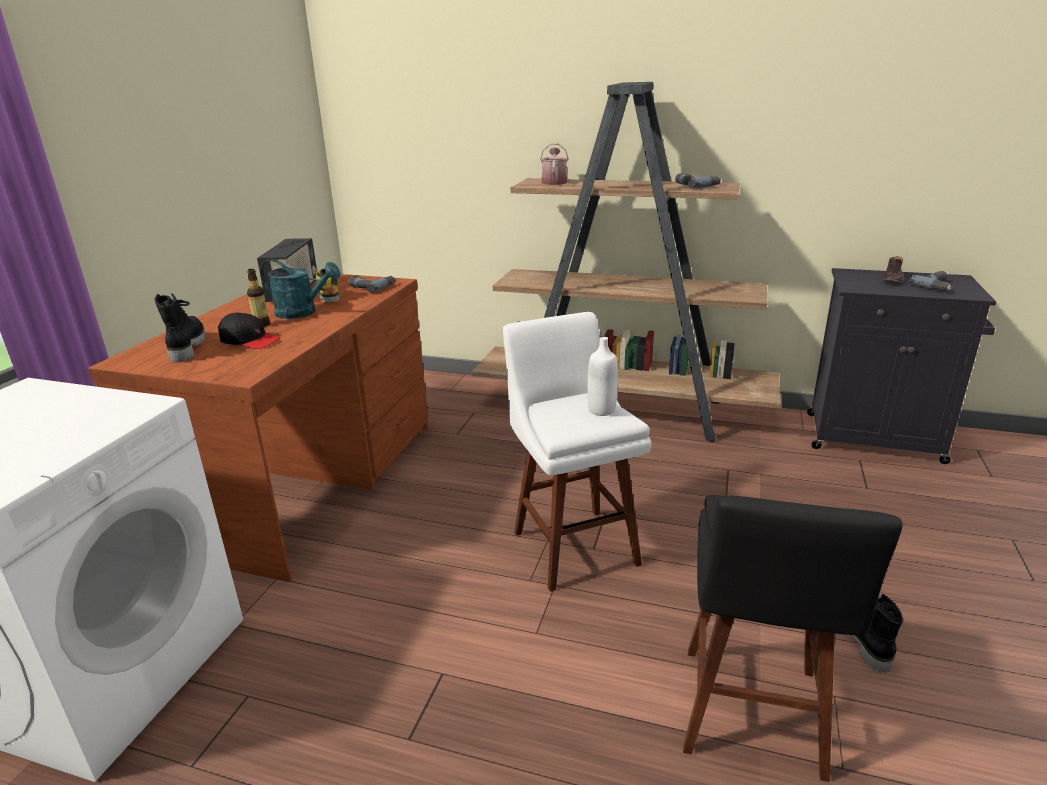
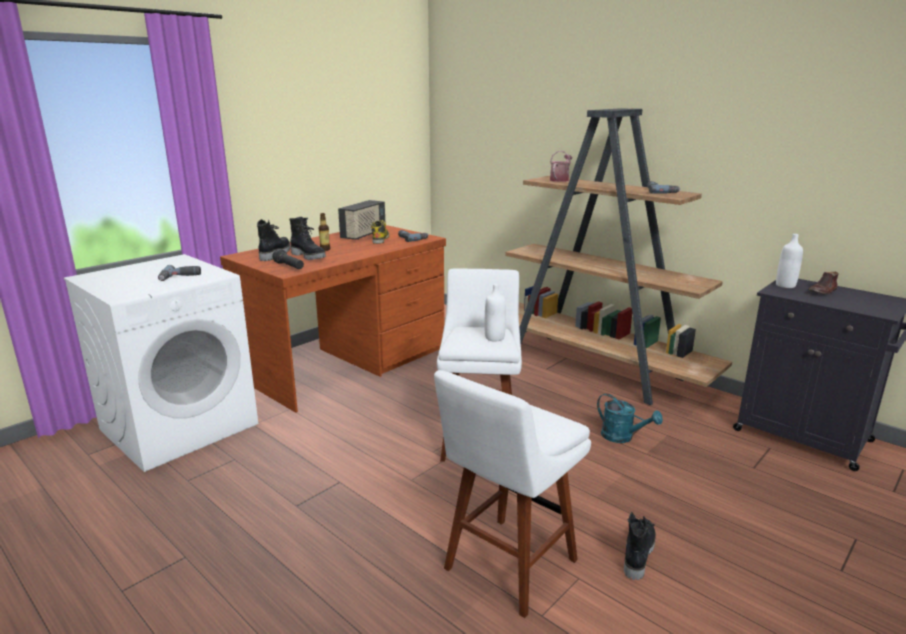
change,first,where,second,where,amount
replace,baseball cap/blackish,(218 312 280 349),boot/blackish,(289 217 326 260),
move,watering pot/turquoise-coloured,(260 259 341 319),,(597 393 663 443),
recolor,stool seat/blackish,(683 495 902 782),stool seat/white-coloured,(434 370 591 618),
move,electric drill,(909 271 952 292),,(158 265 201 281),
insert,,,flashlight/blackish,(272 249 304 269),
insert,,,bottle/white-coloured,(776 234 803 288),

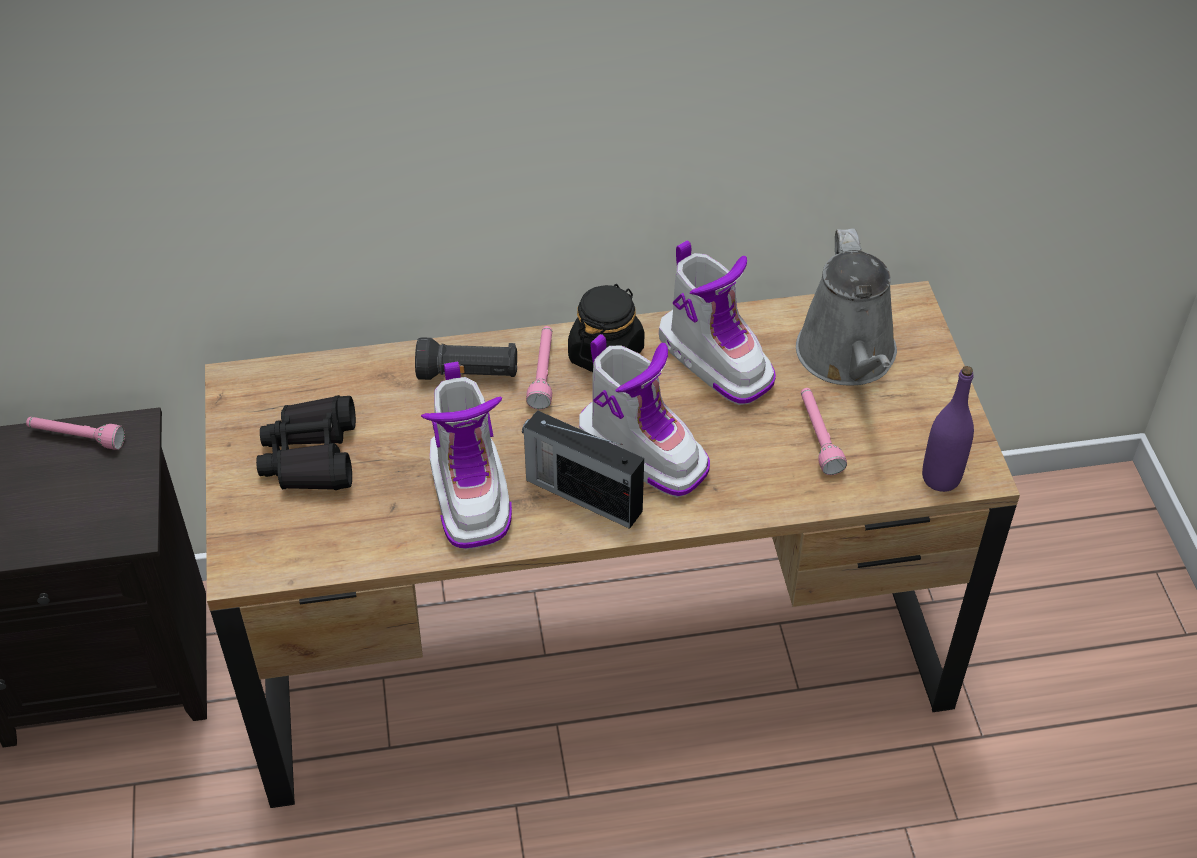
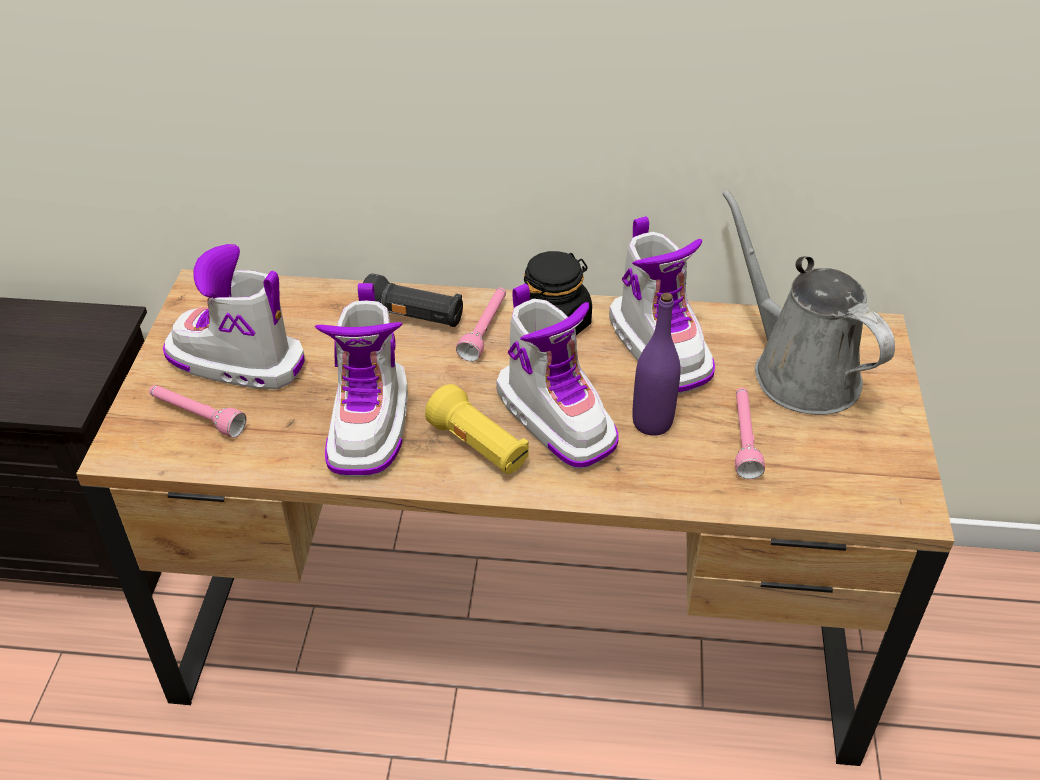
change,first,where,second,where,amount
move,flashlight/pink,(26 417 125 450),,(149 385 247 438),
replace,field glasses/blackish,(256 395 356 490),boot,(163 244 305 389),
replace,radio set,(522 410 644 529),flashlight/yellow-coloured,(425 384 529 474),
rotate,watering pot/gray,(796 228 897 385),,(722 190 895 415),135 degrees clockwise
move,bottle/purple,(922 366 974 492),,(632 293 680 436),

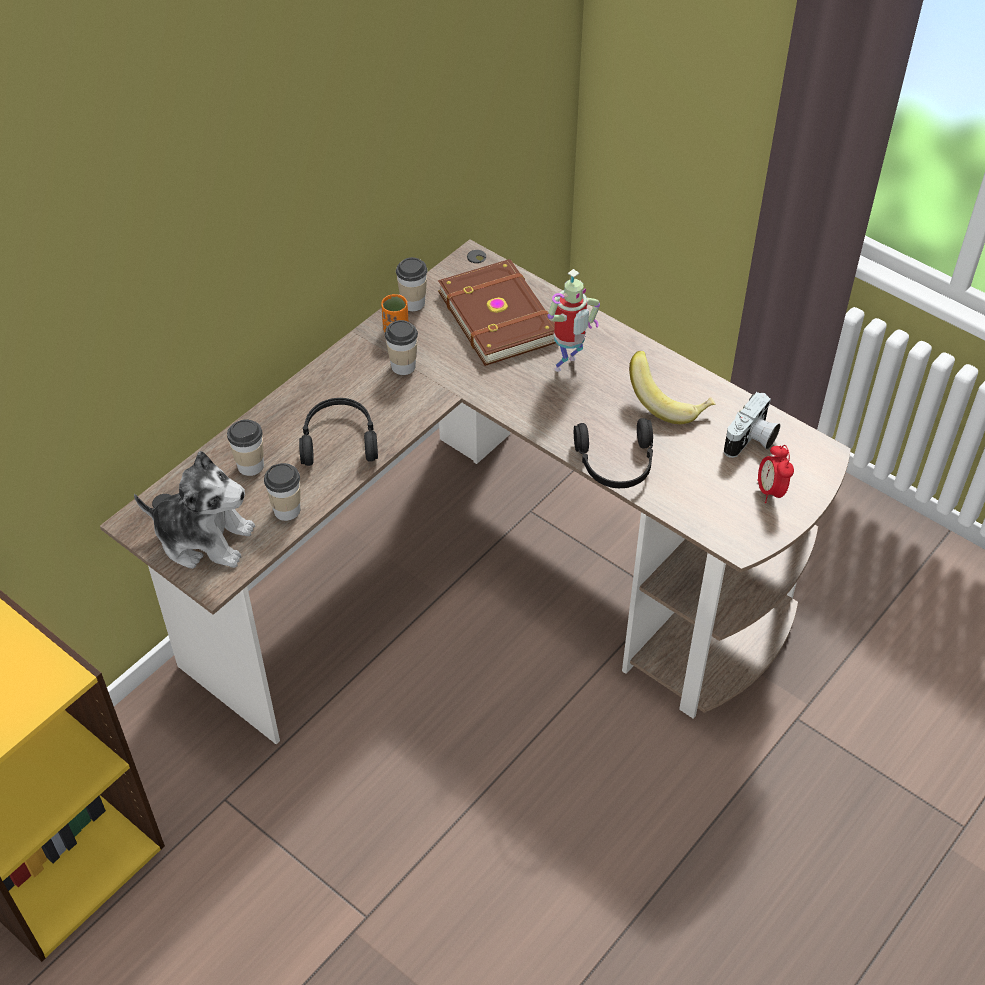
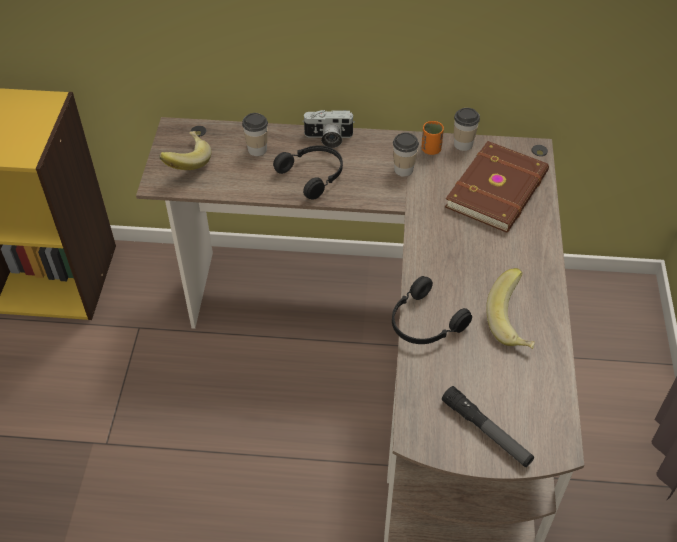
change,first,where,second,where,amount
replace,soft toy,(134 451 255 569),banana,(159 131 211 170),
delete,drinking cup,(264 463 301 521),,,
delete,toy robot,(547 269 600 372),,,
move,still camera,(724 392 780 458),,(302 110 355 148),
replace,table clock,(757 445 794 503),flashlight,(442 386 534 467),

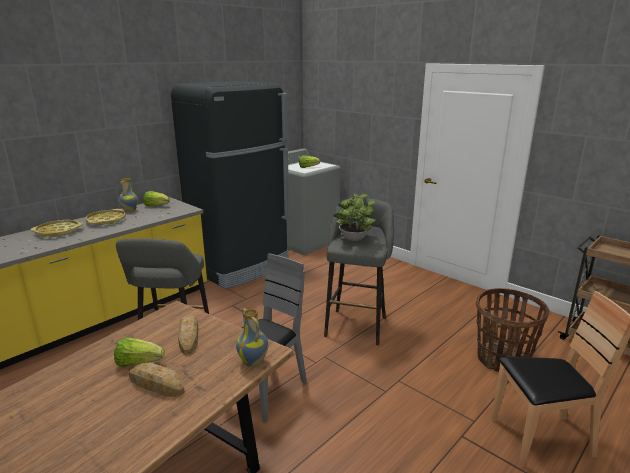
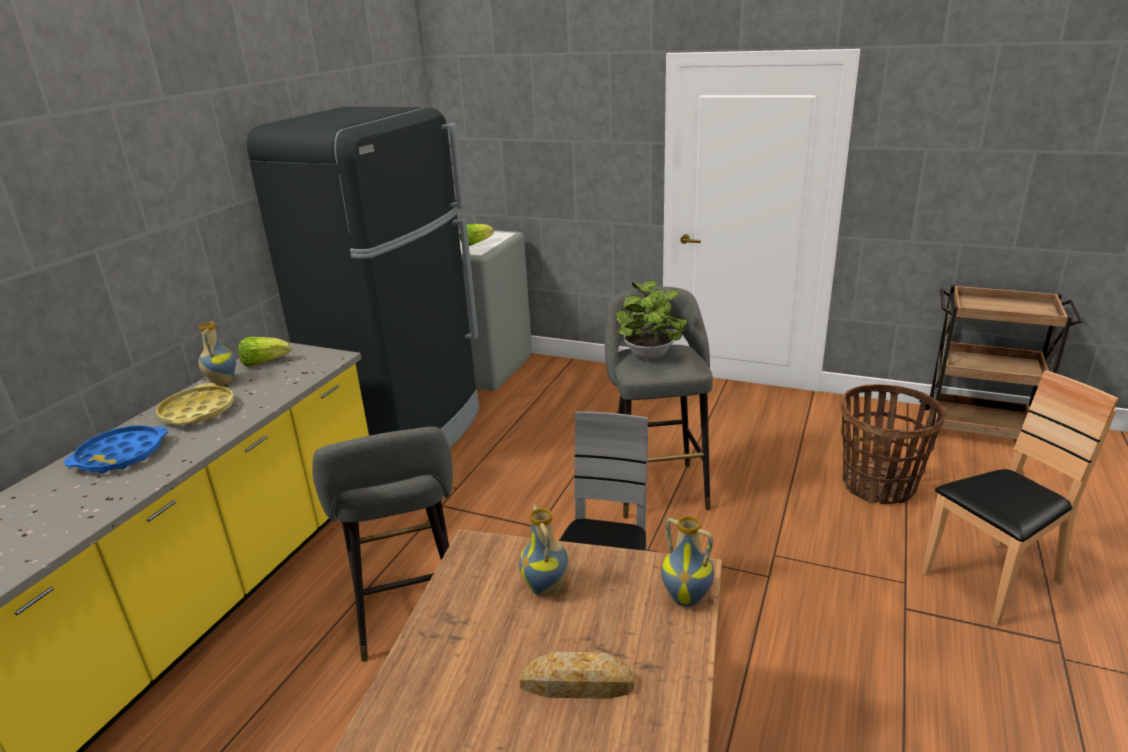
change,first,where,second,where,amount
recolor,tray/yellow-coloured,(30 220 83 237),tray/blue,(64 425 168 473),
delete,lettuce head,(114 337 165 367),,,
replace,bakery bread,(178 316 198 355),flower vase,(519 504 570 597),

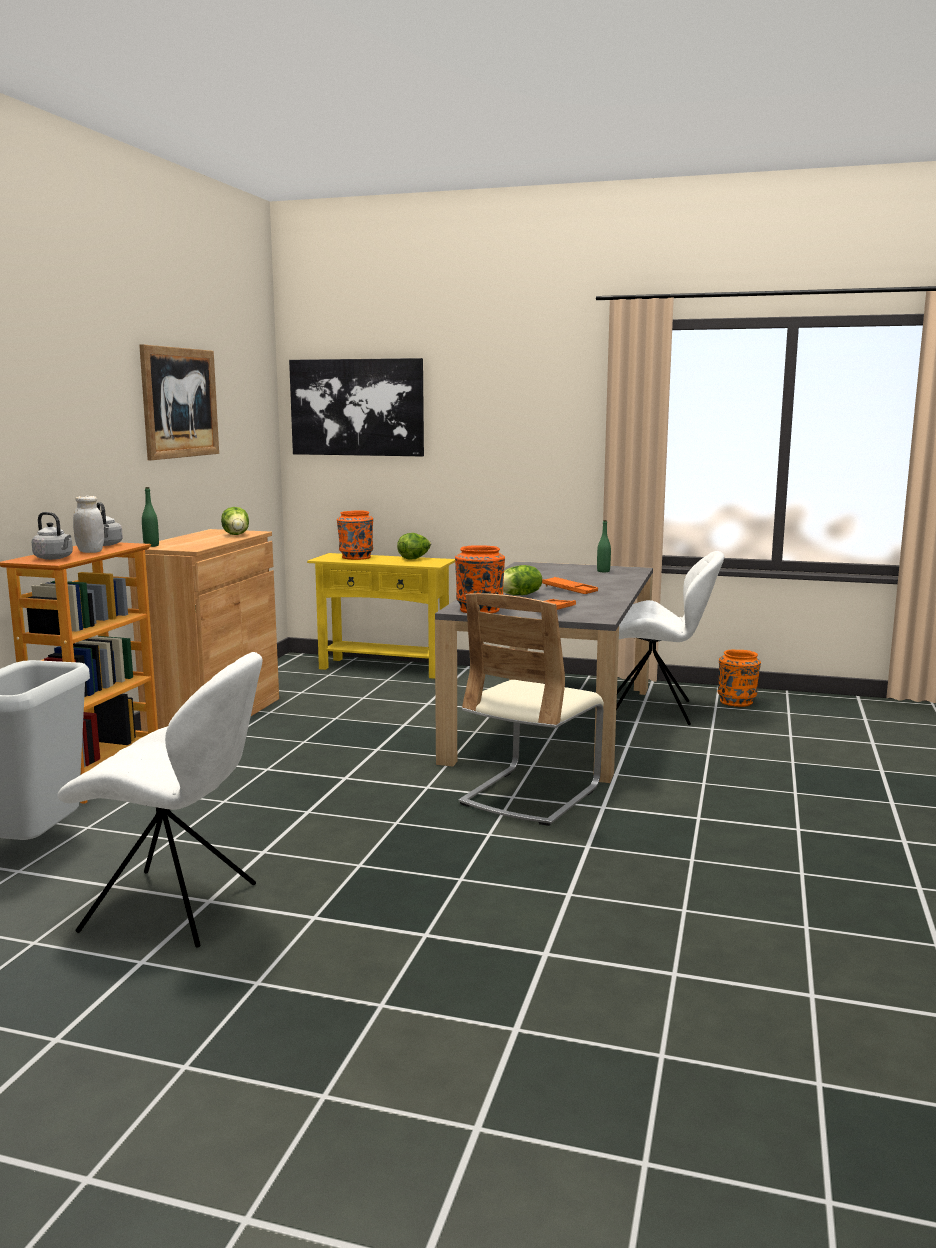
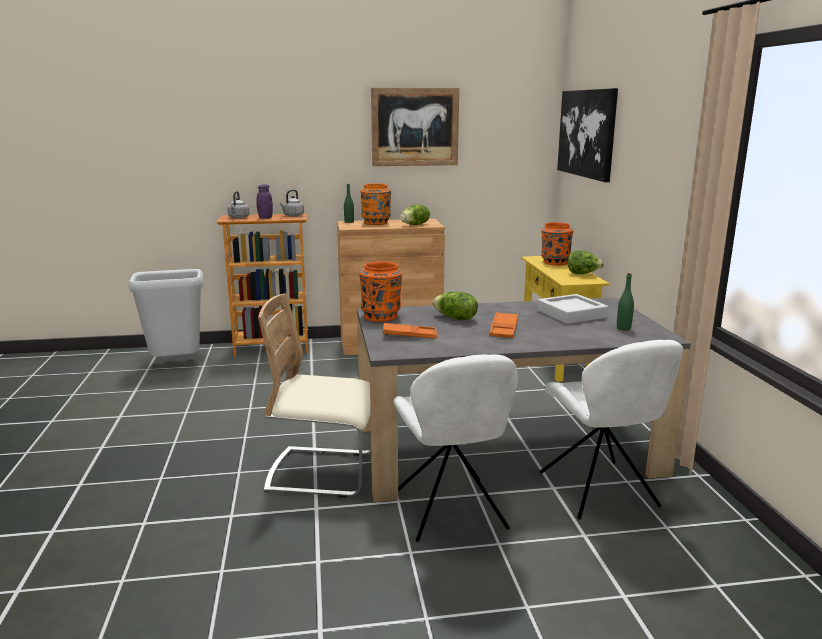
change,first,where,second,where,amount
move,plain chair/white-coloured,(57 652 263 948),,(393 354 518 542),
recolor,storage jar/white-coloured,(73 496 104 553),storage jar/purple,(256 185 273 219),
move,flower vase/orange,(718 650 761 707),,(360 183 391 225),
insert,,,tray/gray,(537 294 608 324),

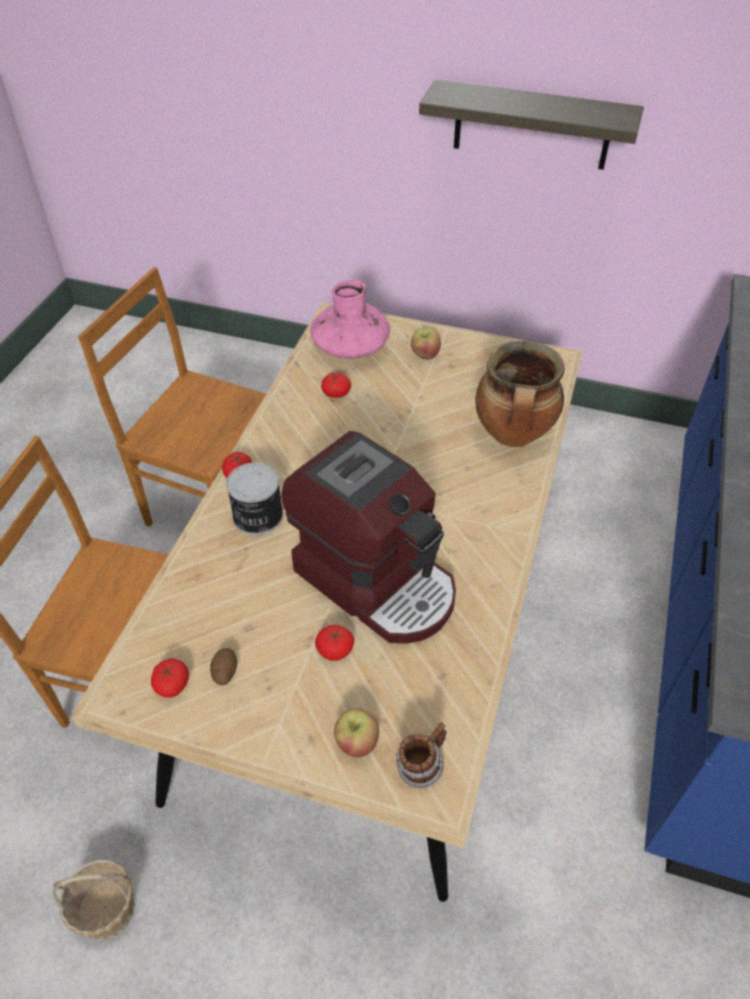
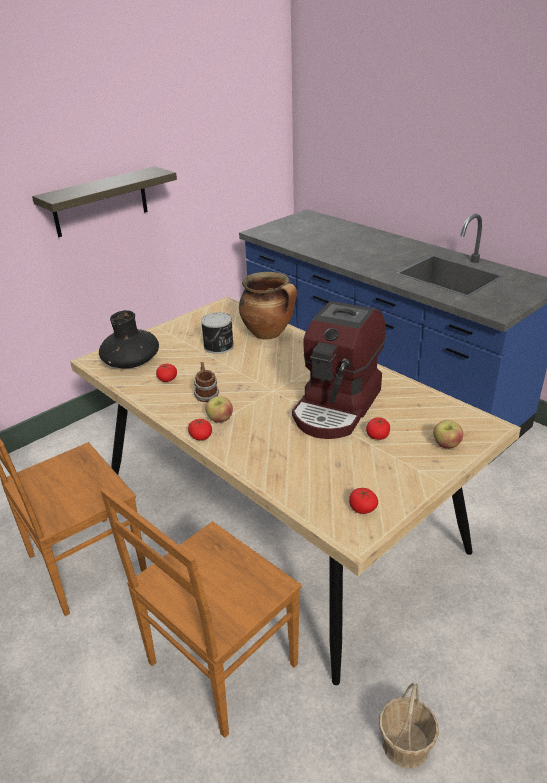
change,first,where,second,where,amount
delete,whole potato,(210 648 237 685),,,
move,sealed can,(226 462 283 535),,(201 312 234 354),
rotate,coffee machine,(281 431 456 643),,(292 301 386 439),135 degrees clockwise
recolor,flower vase/pink,(310 280 390 359),flower vase/blackish,(99 310 159 368),
move,coffee mug,(396 722 447 788),,(194 362 219 402),
move,apple fruit,(411 328 441 359),,(206 396 233 423),

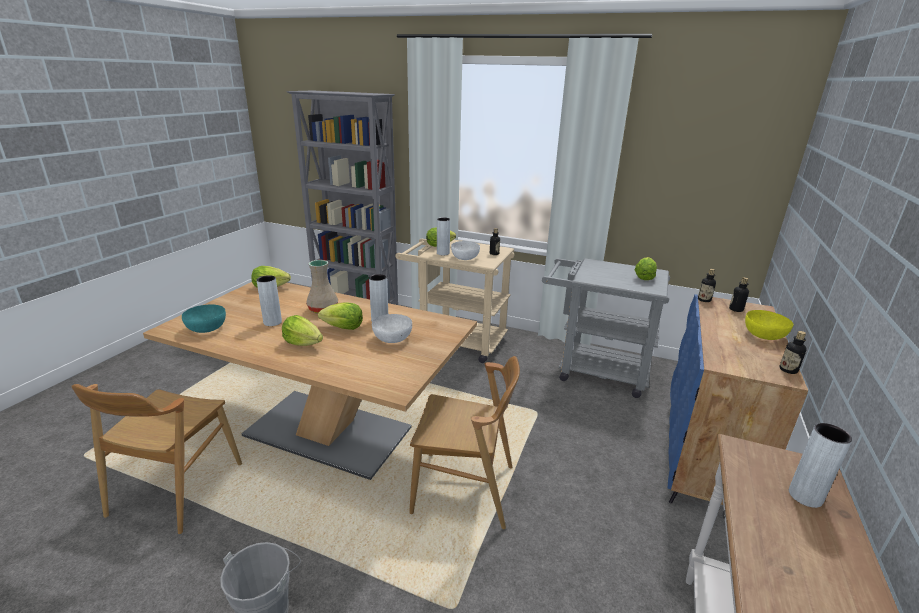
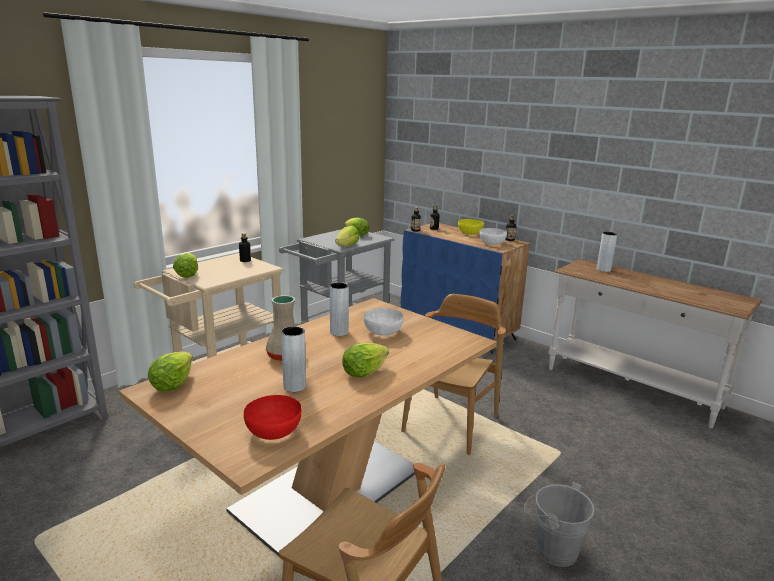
change,first,where,second,where,amount
recolor,serving bowl/turquoise-coloured,(182 304 226 333),serving bowl/reddish,(244 395 302 440),
move,lettuce head,(318 302 363 330),,(335 226 359 246),
delete,flower vase/gray,(437 217 450 256),,,
move,serving bowl/white-coloured,(451 241 480 260),,(479 228 507 245),

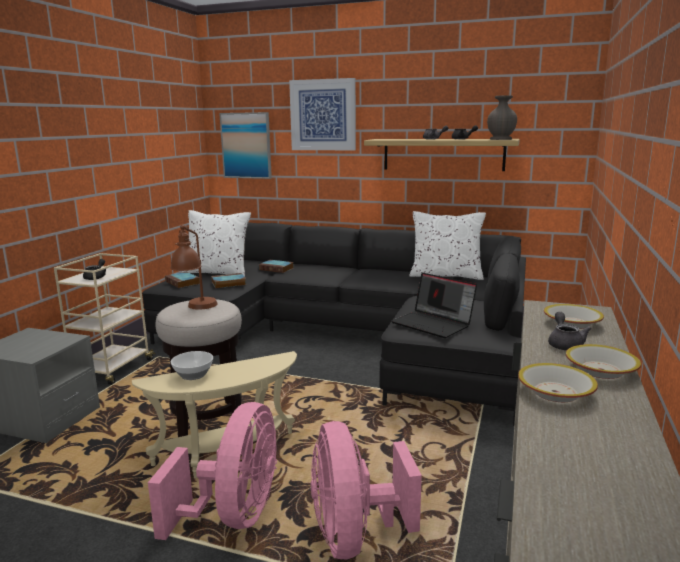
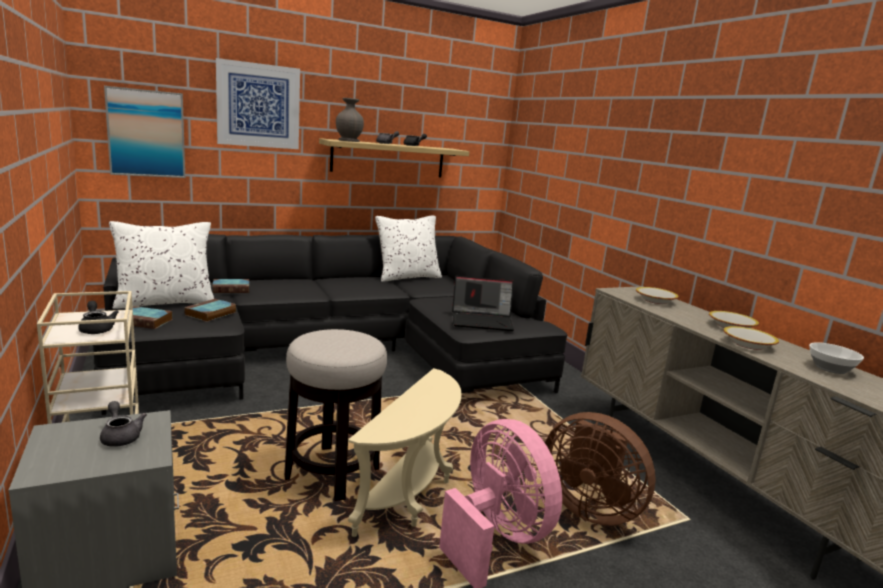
change,first,where,second,where,amount
delete,table lamp/brownish,(170 225 217 310),,,
move,serving bowl,(171 351 213 380),,(809 342 864 374),
recolor,cooling fan/pink,(311 421 422 559),cooling fan/brownish,(545 412 656 526),
move,flower vase/gray,(487 95 517 140),,(336 98 364 142),
move,tea pot/gray,(548 312 591 351),,(100 401 147 447),

